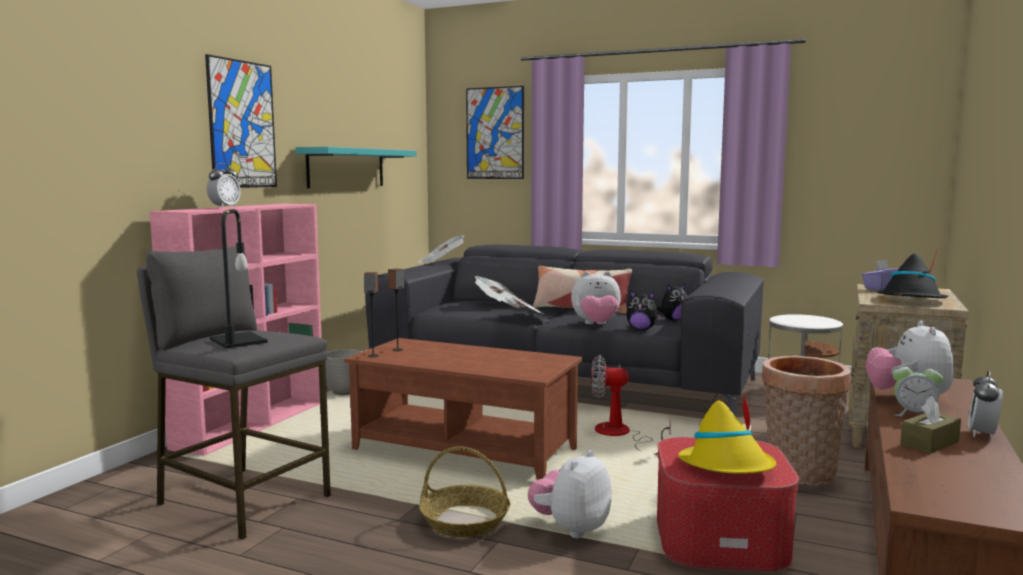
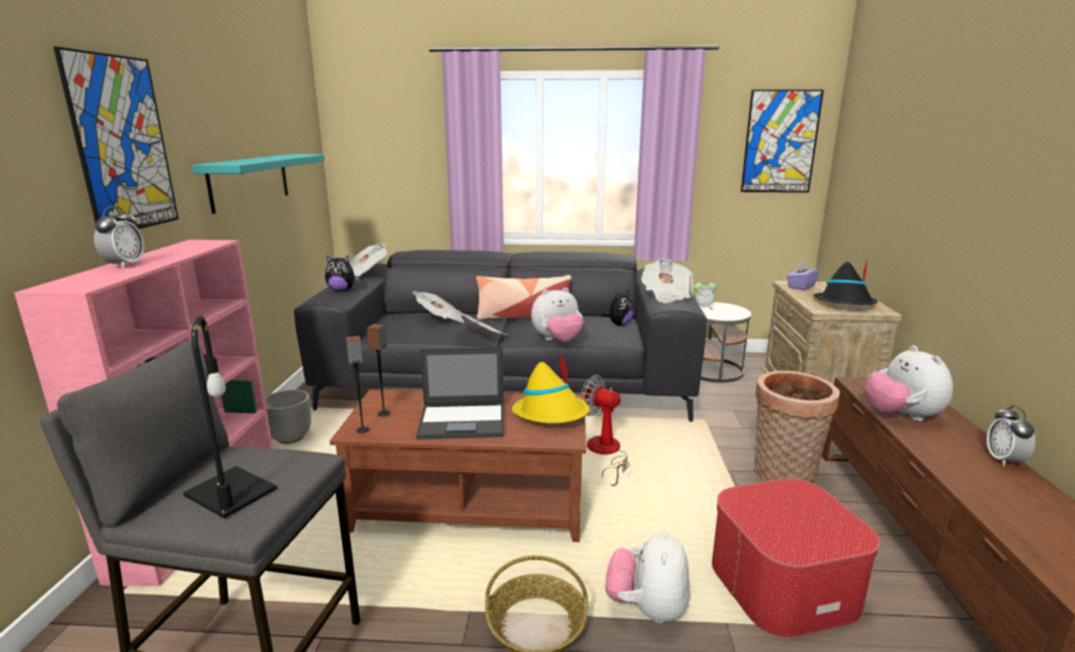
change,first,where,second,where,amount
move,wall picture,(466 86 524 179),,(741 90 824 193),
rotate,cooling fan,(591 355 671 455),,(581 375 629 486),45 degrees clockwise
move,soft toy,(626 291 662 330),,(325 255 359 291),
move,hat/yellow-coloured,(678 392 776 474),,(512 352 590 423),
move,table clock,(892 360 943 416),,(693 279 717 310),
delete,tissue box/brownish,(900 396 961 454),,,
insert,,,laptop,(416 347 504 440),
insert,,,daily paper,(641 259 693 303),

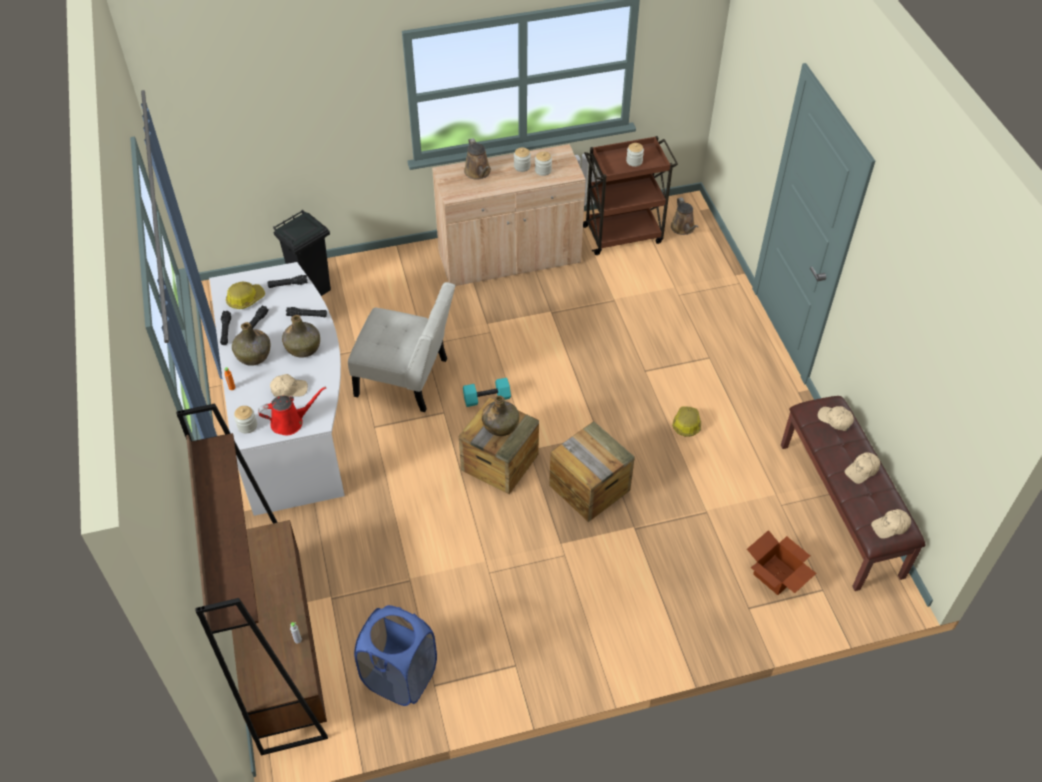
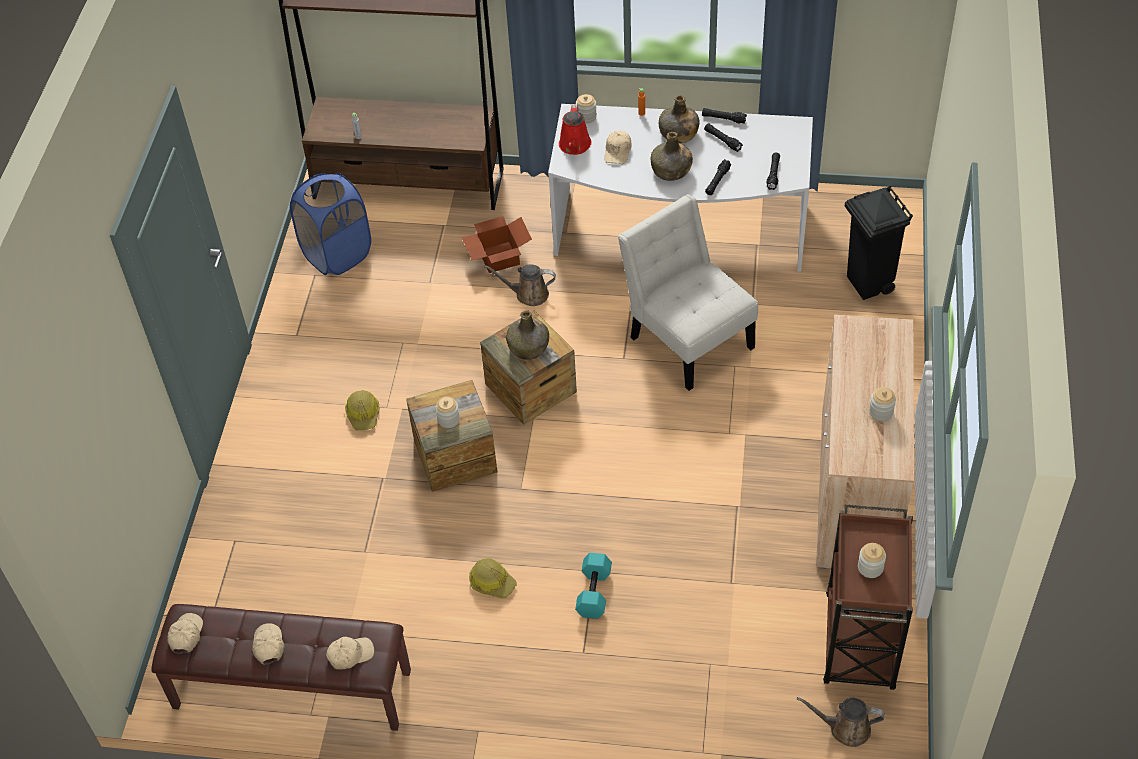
change,first,where,second,where,amount
move,work helmet,(226 282 265 309),,(345 390 379 431),
rotate,plain chair/white-coloured,(348 282 455 412),,(618 194 758 391),105 degrees clockwise
move,free weight/turquoise-coloured,(463 378 511 407),,(575 553 612 619),
move,watering pot/brownish,(464 138 491 180),,(484 264 556 306),
move,storage jar,(535 151 552 176),,(435 397 460 428),
move,cardboard box,(747 530 816 595),,(462 216 532 273),

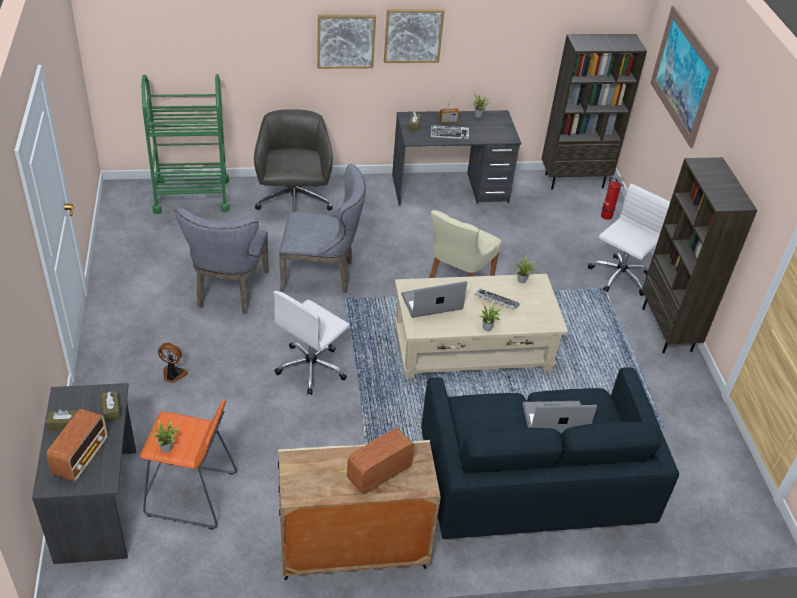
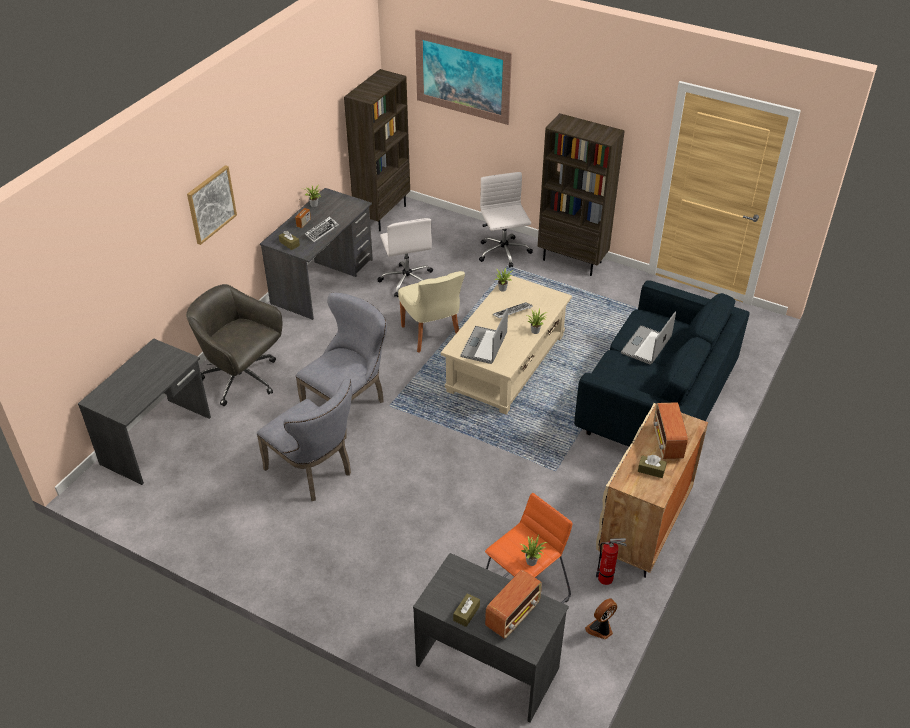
change,first,where,second,where,amount
rotate,radio set,(46 408 108 481),,(485 570 542 639),75 degrees clockwise
move,tissue box/brownish,(101 391 121 422),,(638 455 667 478),
replace,wheeled cart/greenish,(142 74 230 214),desk table/gray,(78 338 211 485),
move,cooling fan,(158 343 188 383),,(585 598 617 639),
move,computer chair/white-coloured,(273 291 350 395),,(377 218 433 297),
delete,wall picture,(384 9 445 63),,,
move,fire-fighting cylinder,(601 176 625 220),,(596 538 627 585),

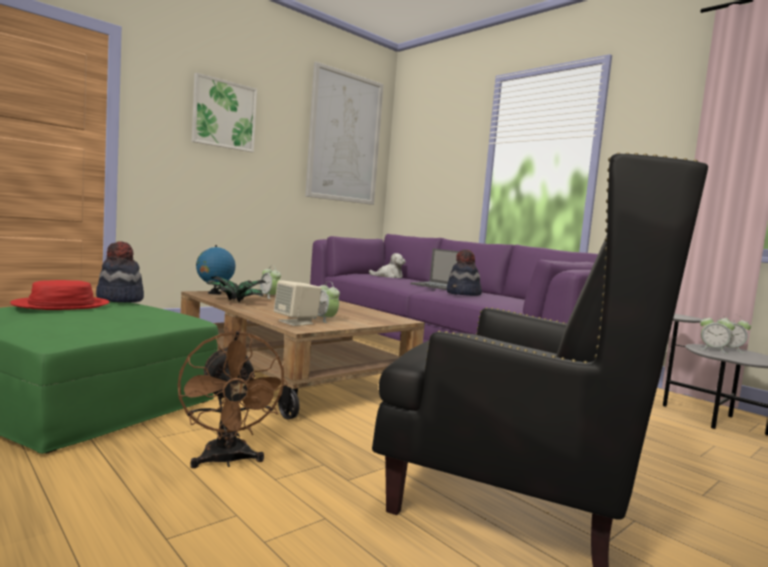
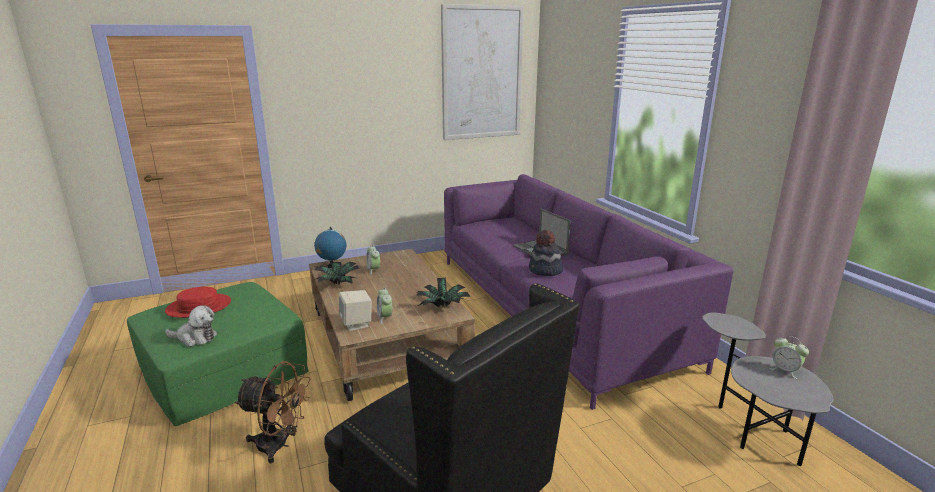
change,first,where,second,where,amount
delete,hat,(96 241 144 303),,,
rotate,cooling fan/brownish,(178 331 288 468),,(234 361 311 463),75 degrees counterclockwise
delete,wall picture,(192 73 257 152),,,
move,soft toy,(369 253 406 278),,(165 305 217 347),
delete,table clock,(700 314 735 354),,,
insert,,,plant in a pot,(416 278 470 307),

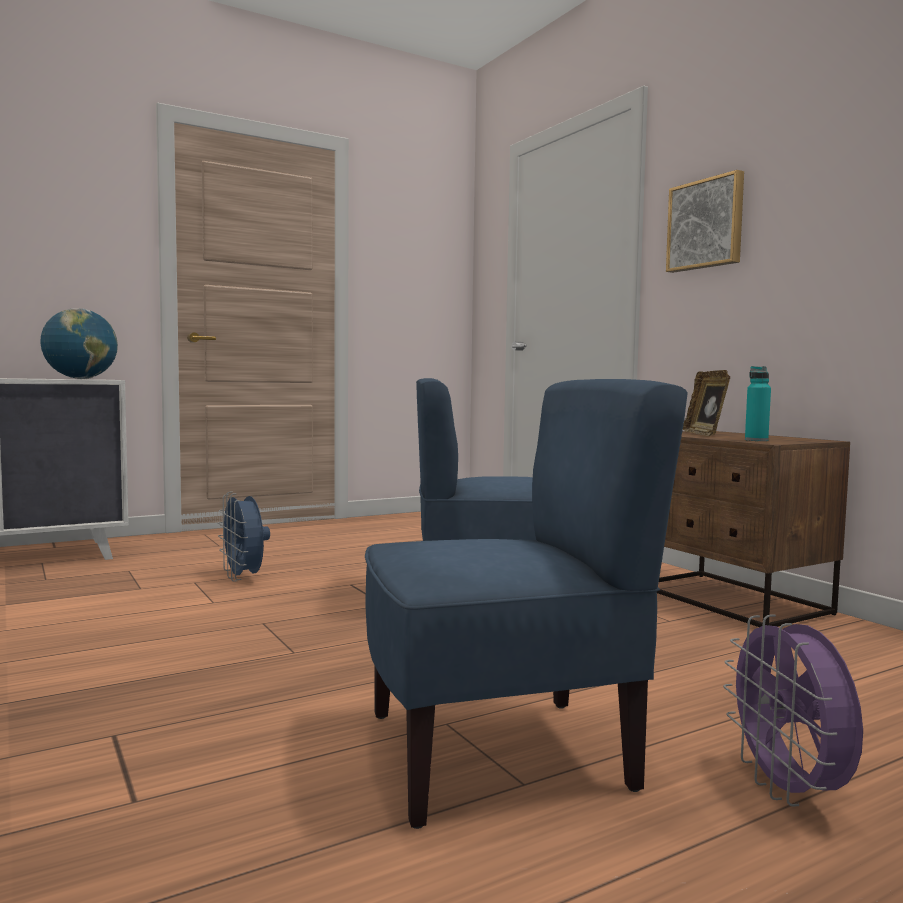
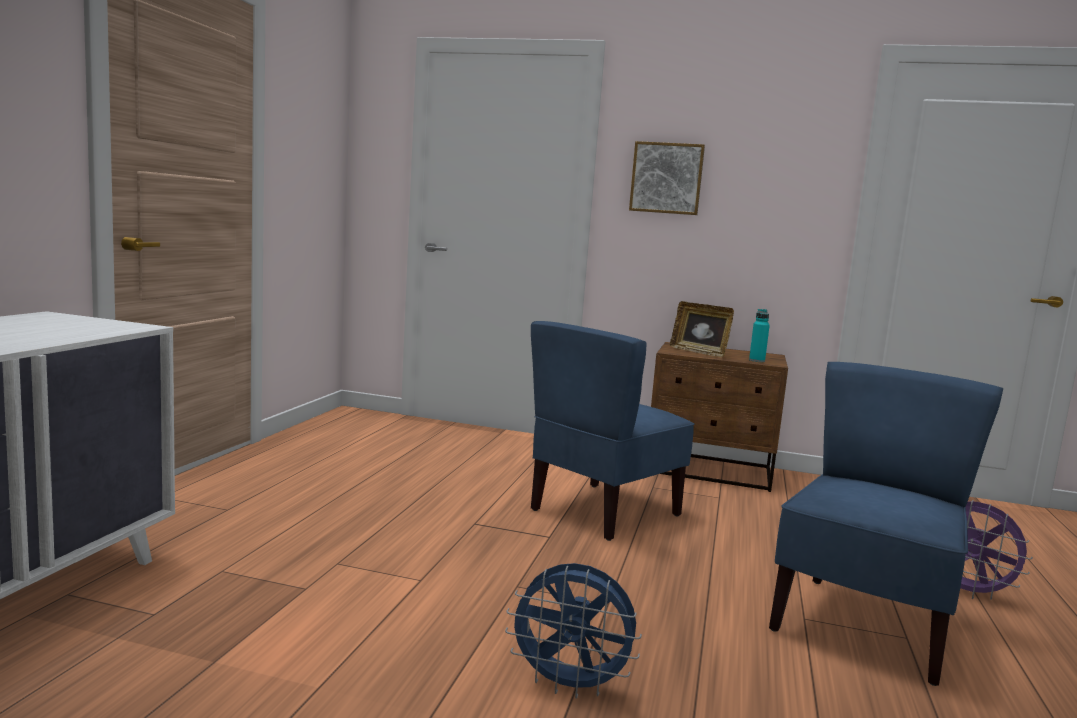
change,first,where,second,where,amount
delete,desk globe,(40 308 118 379),,,
move,cooling fan/blue,(218 491 270 582),,(505 563 642 699),

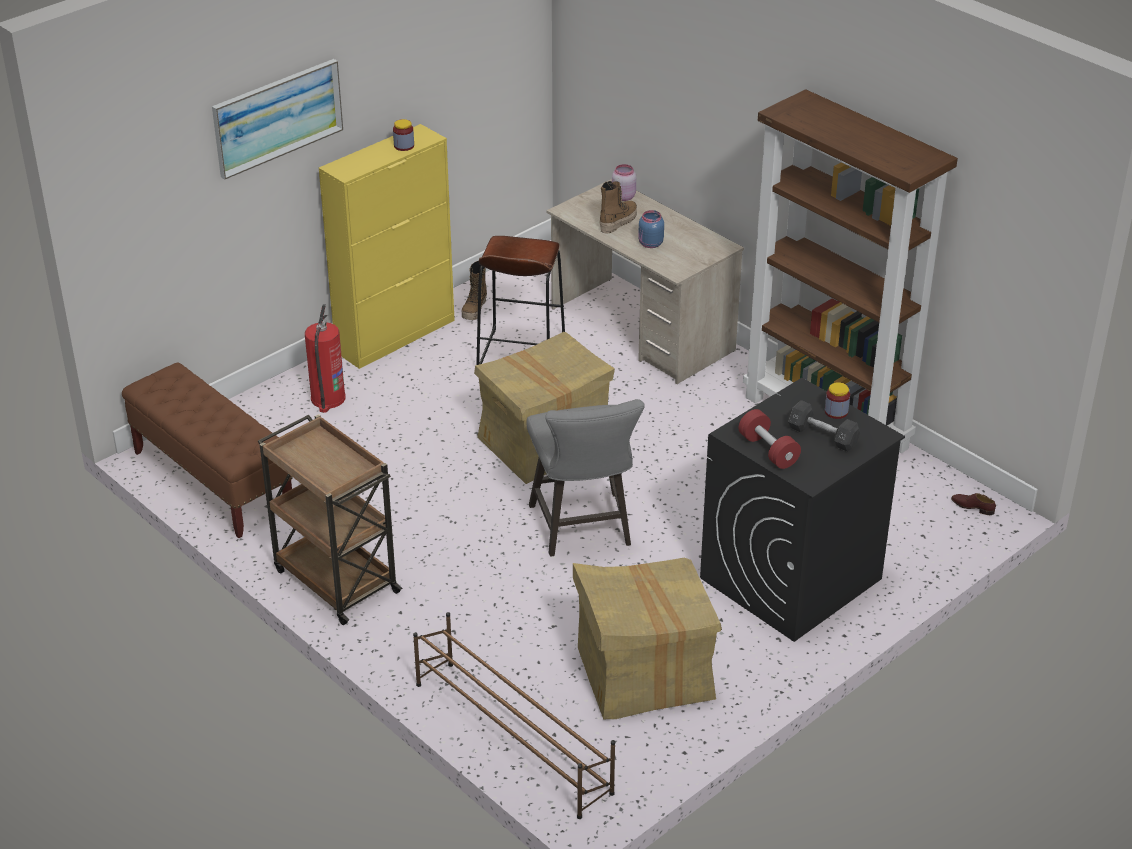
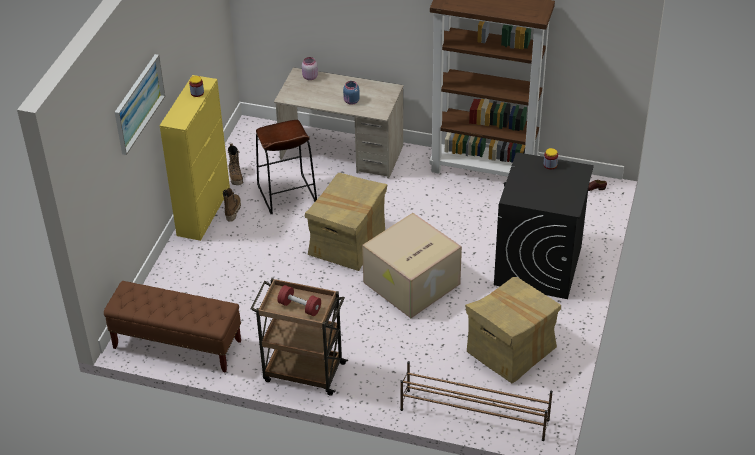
change,first,where,second,where,amount
delete,fire-fighting cylinder,(305 304 346 413),,,
replace,stool seat/gray,(527 399 645 557),cardboard box,(362 213 462 318),
move,boot,(600 181 637 234),,(223 188 241 222),
move,free weight/reddish,(738 409 801 469),,(277 285 321 316),
delete,free weight/blackish,(788 400 860 452),,,

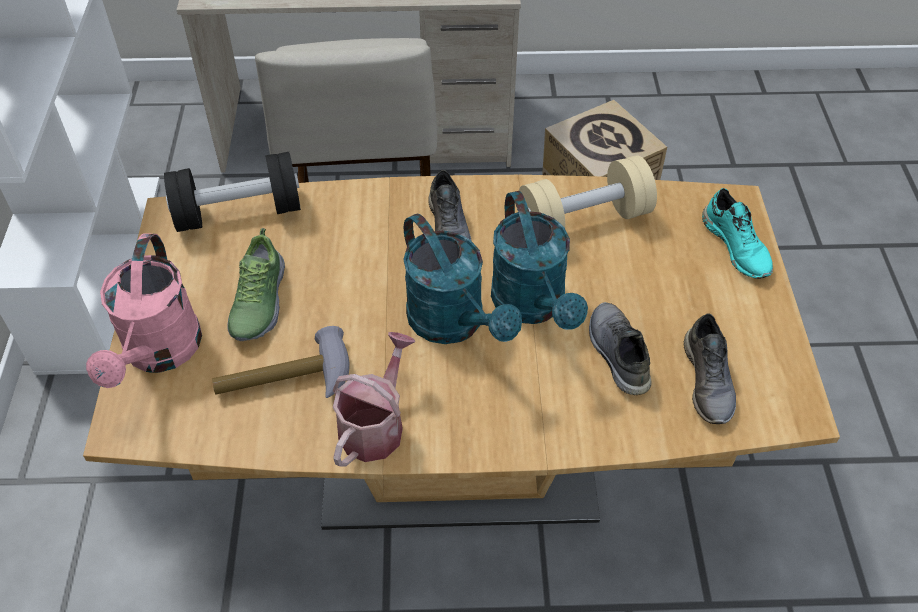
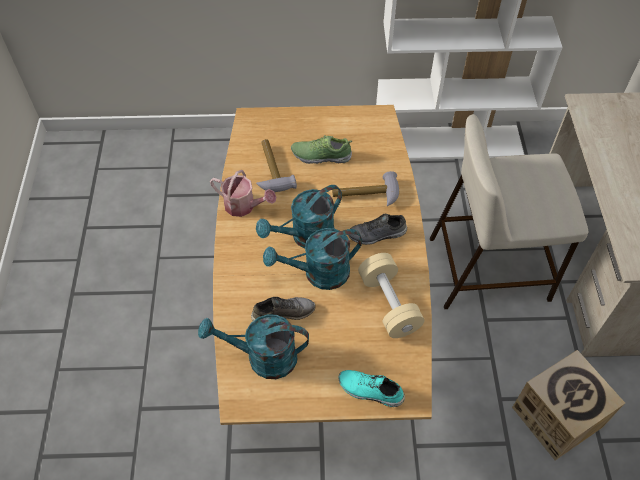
change,first,where,second,where,amount
delete,watering pot/pink,(86 233 202 388),,,
delete,free weight/blackish,(164 152 301 232),,,
replace,low shoe/gray,(684 314 736 424),watering pot/turquoise-coloured,(198 314 309 379),
rotate,low shoe/turquoise-coloured,(702 188 773 279),,(338 370 405 407),45 degrees clockwise
insert,,,tool hammer,(332 171 399 206),

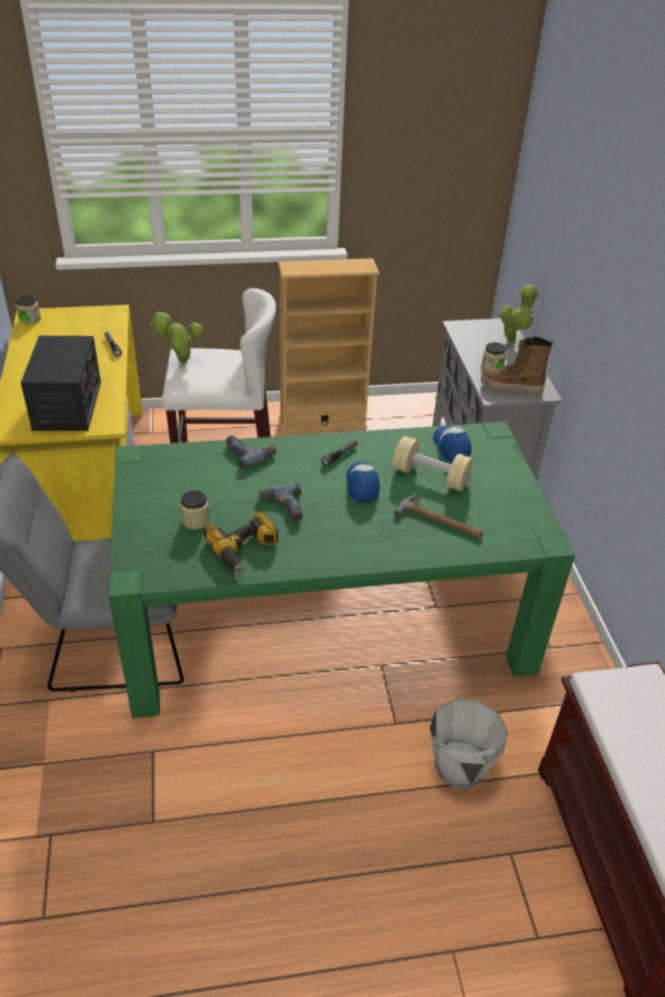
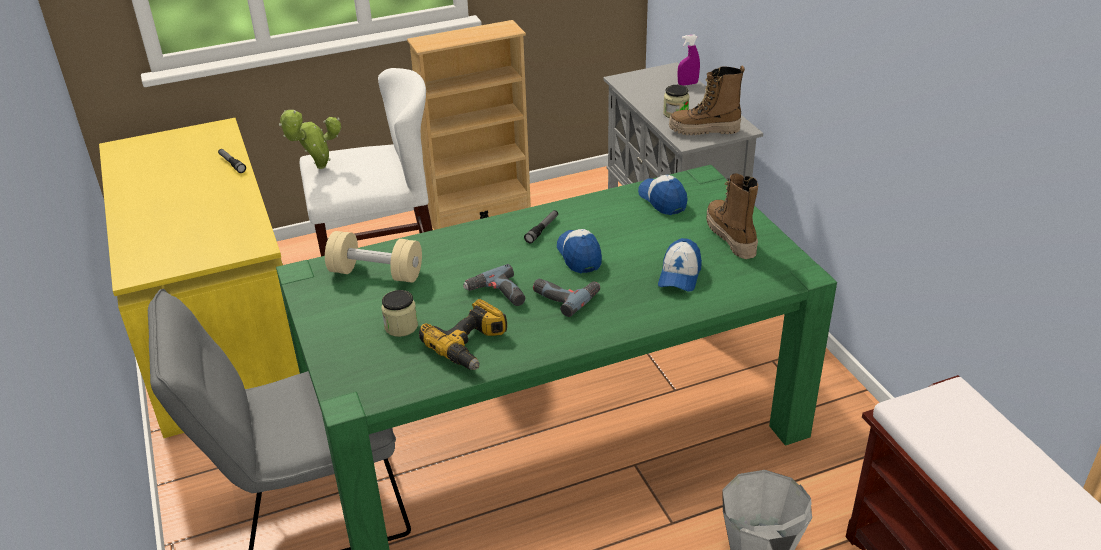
change,first,where,second,where,amount
delete,storage jar,(16 295 41 324),,,
delete,radio set,(21 336 101 431),,,
move,electric drill,(226 435 277 469),,(533 279 600 317),
move,free weight/sand-coloured,(393 436 473 491),,(325 231 422 283),
replace,tool hammer,(394 496 483 538),baseball cap,(658 238 702 292),
replace,plant in a pot,(500 285 539 344),sprayer/purple,(677 35 700 86),
insert,,,boot,(707 173 758 259),

